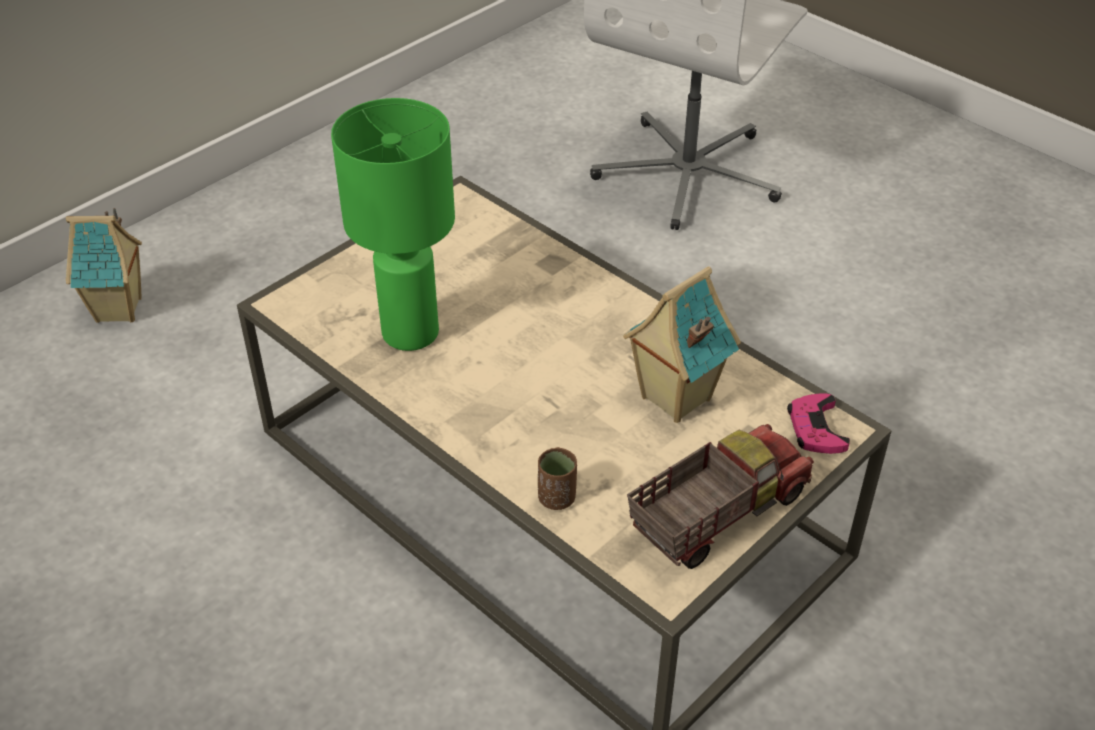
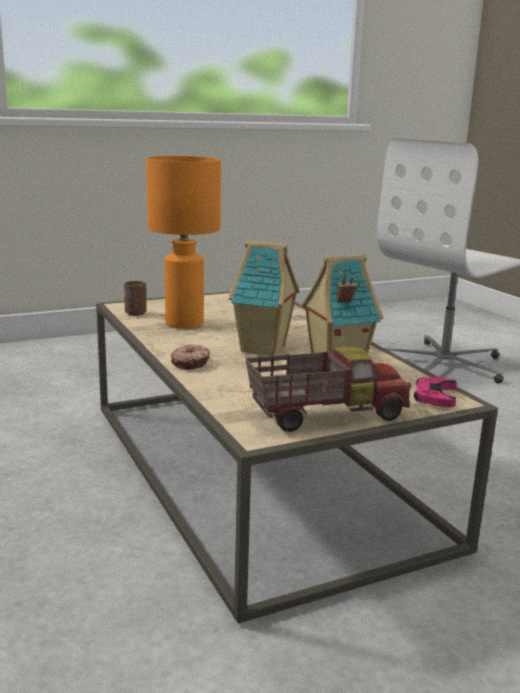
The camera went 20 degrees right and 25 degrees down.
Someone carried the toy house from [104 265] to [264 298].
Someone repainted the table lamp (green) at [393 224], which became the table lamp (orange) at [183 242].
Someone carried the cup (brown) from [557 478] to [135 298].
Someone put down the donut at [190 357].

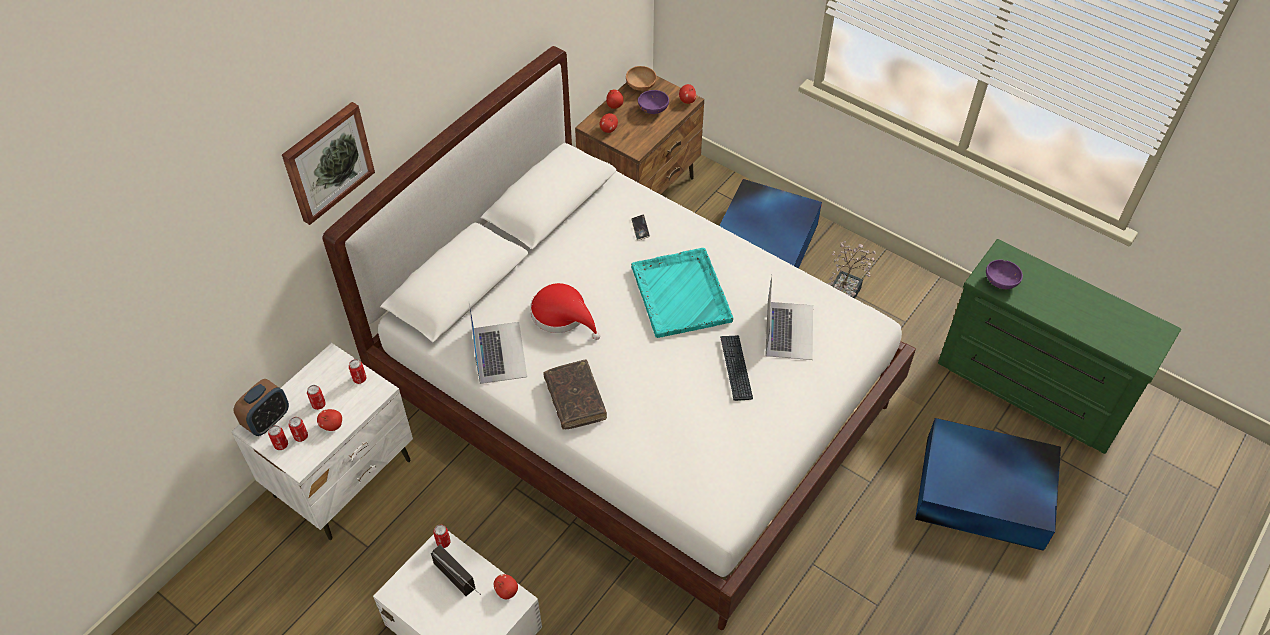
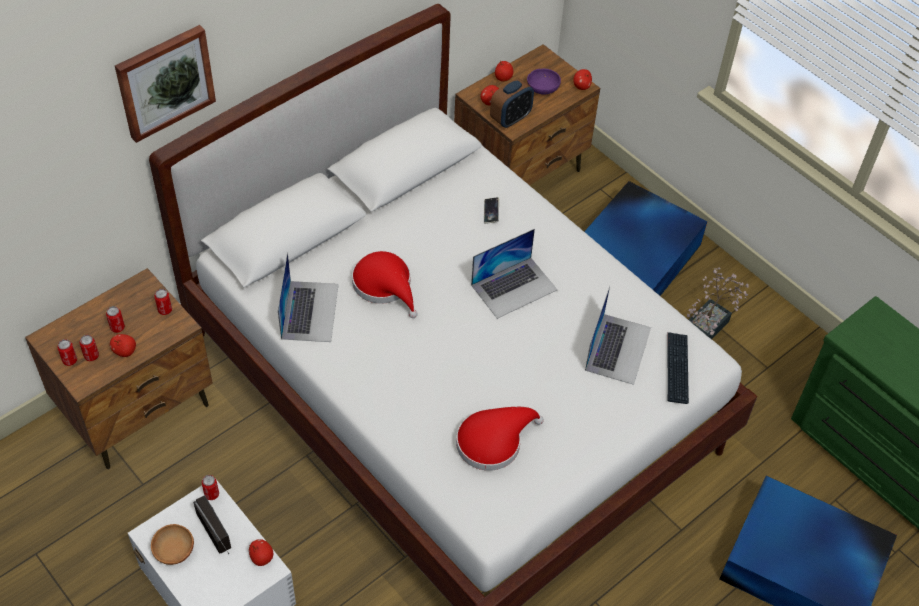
The camera went 10 degrees right and 0 degrees up.
Someone repainted the nightstand (white) at [322 441], which became the nightstand (brown) at [119 368].
Someone carried the alarm clock from [261 407] to [512 103].
Someone took away the book (brown) at [575 395].
Someone carried the bowl (brown) from [641 78] to [172 544].
Someone swapped the tray (turquoise) at [682 293] for the laptop at [514 274].
Someone carried the keyboard from [736 368] to [678 368].
Someone took away the bowl (purple) at [1004 274].
Someone put down the hat (red) at [500 439].

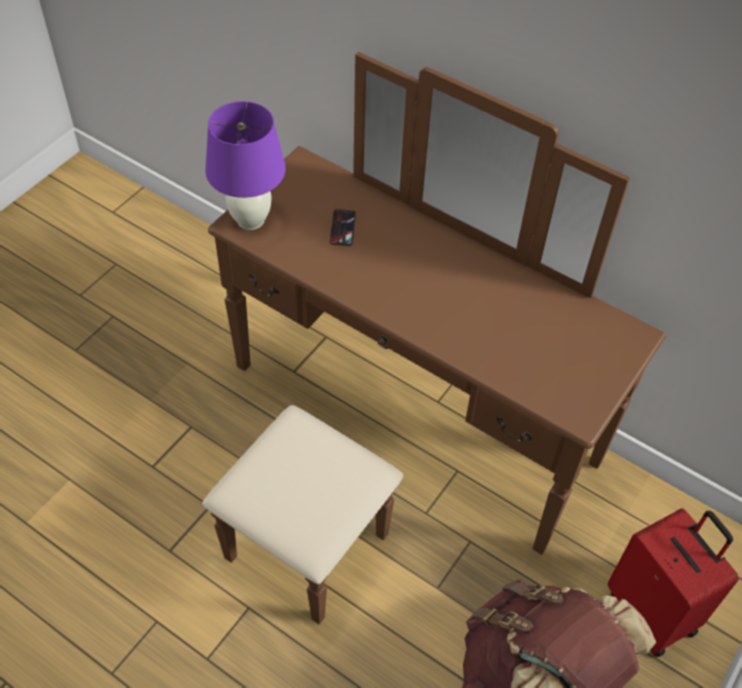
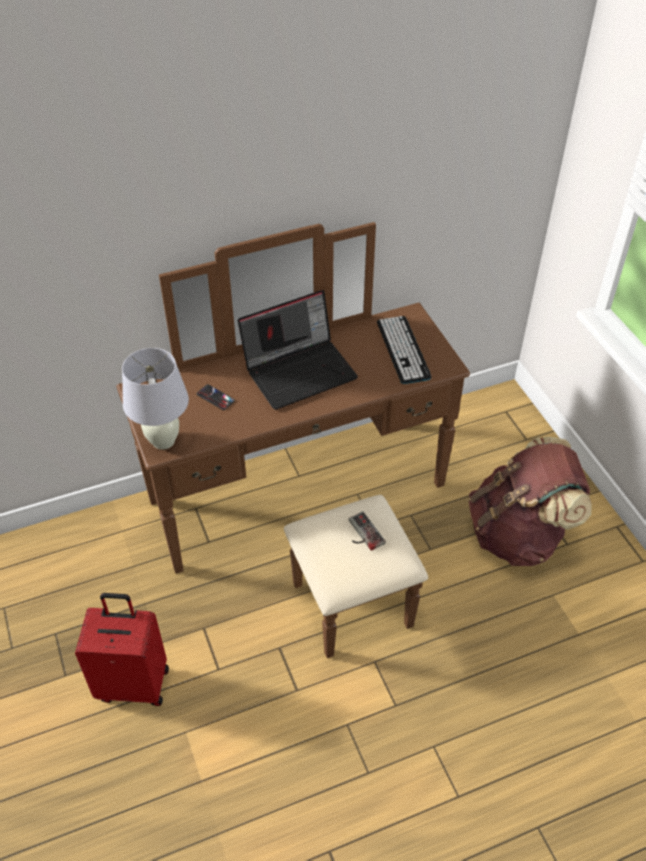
The camera went 55 degrees left and 5 degrees down.
Someone repainted the table lamp (purple) at [245 165], which became the table lamp (white) at [155 399].
Someone carried the suitcase (red) from [673 582] to [122 649].
Someone put down the laptop at [298 350].
Someone put down the game controller at [367 531].
Someone put down the keyboard at [404 350].

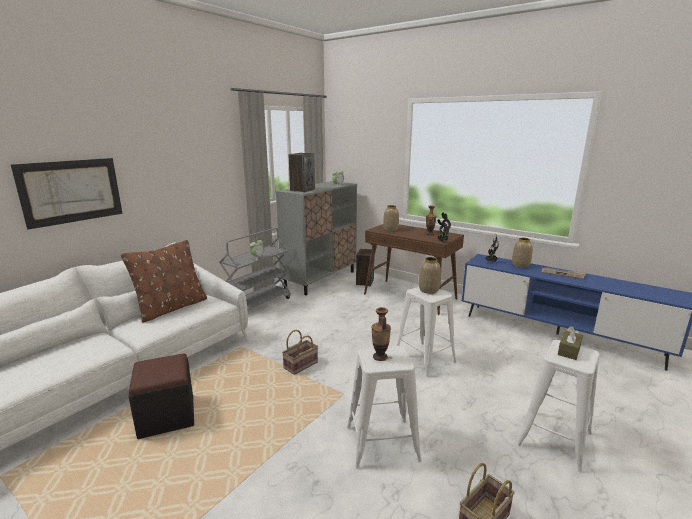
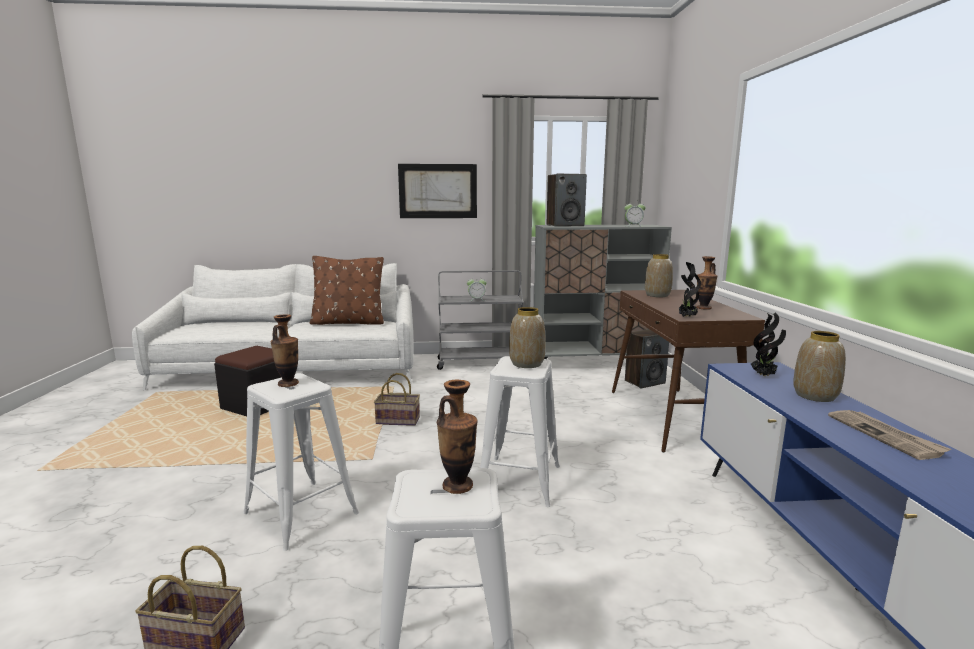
The camera went 50 degrees right and 5 degrees down.
Someone carried the picture from [67 194] to [437 191].
Someone swapped the tissue box (brown) at [570 343] for the vase at [457 437].

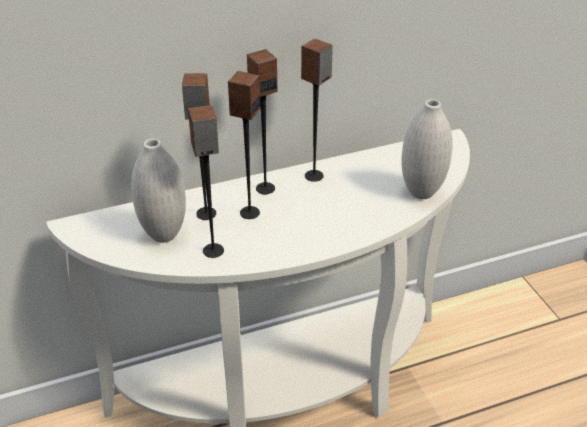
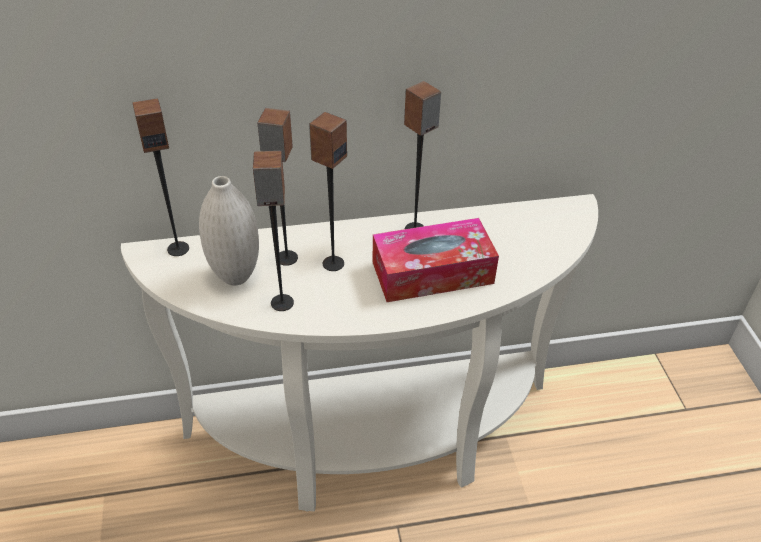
The camera went 10 degrees right and 5 degrees up.
Someone carried the speaker from [262 121] to [161 177].
Someone took away the vase (white) at [427 149].
Someone put down the tissue box at [436 260].

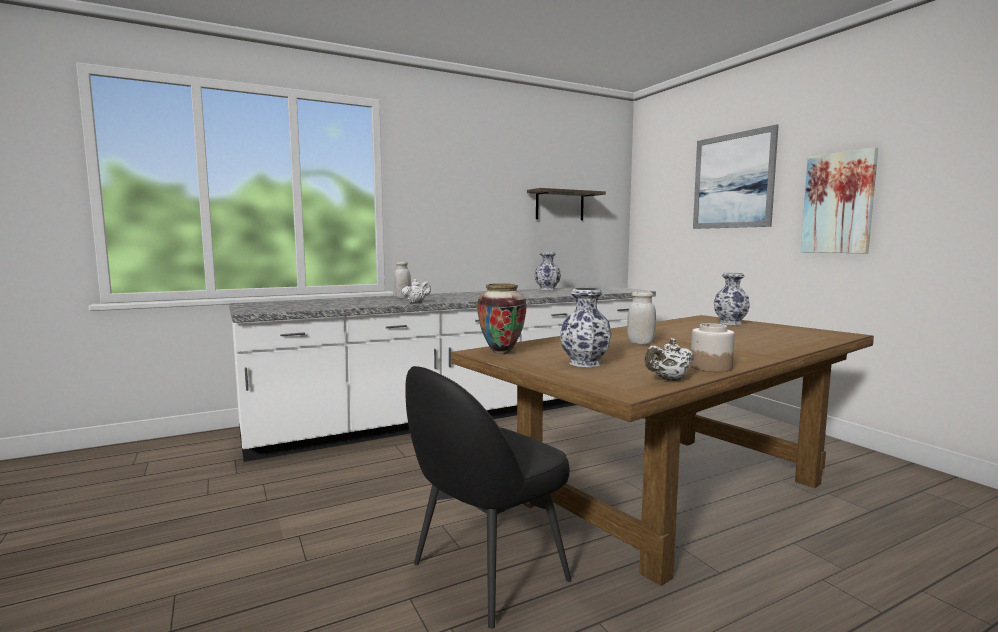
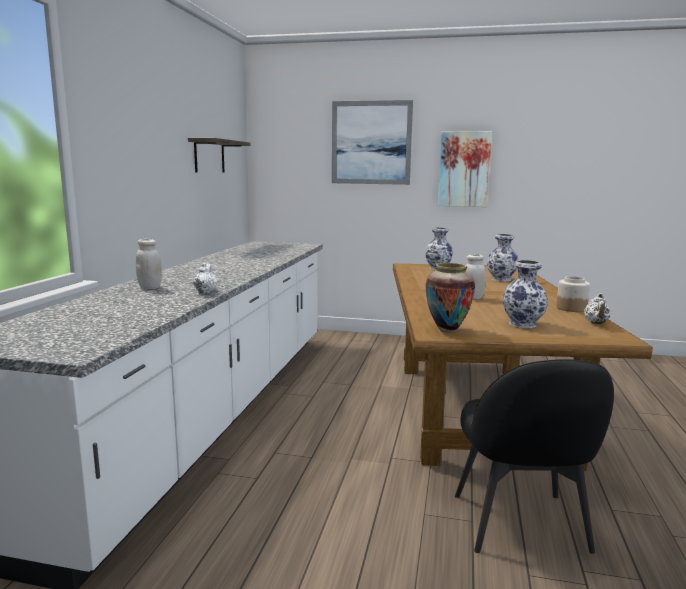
The camera went 50 degrees left and 5 degrees up.
Someone carried the vase from [548 271] to [503 258].

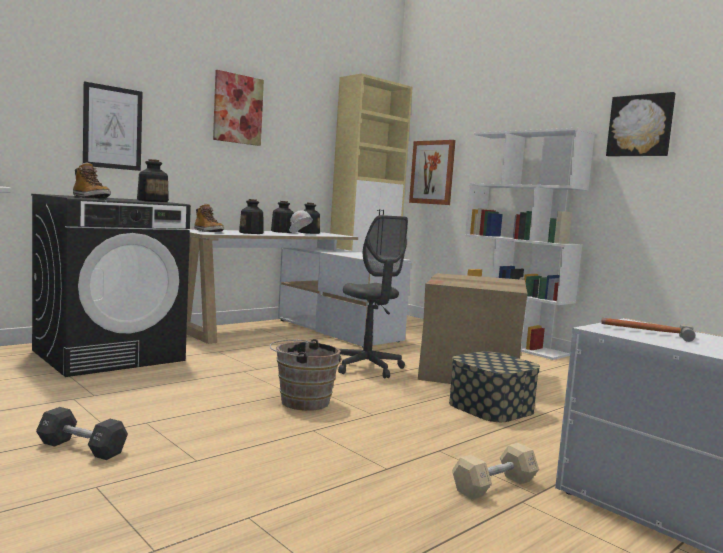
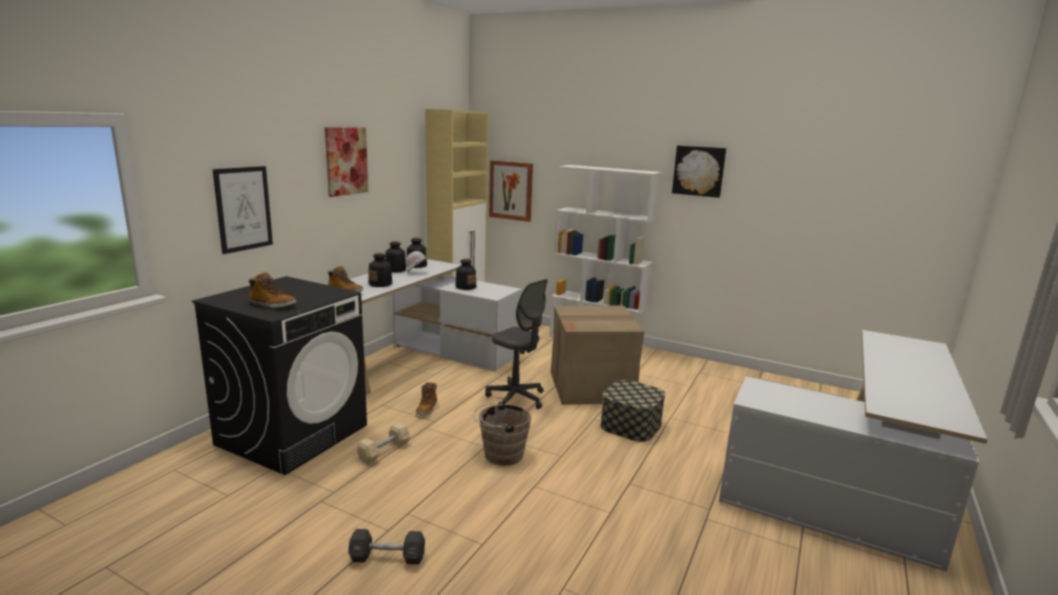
The camera went 20 degrees left and 10 degrees up.
Someone carried the bottle from [153 180] to [465 274].
Someone carried the dumbbell (beige) from [495 471] to [383 443].
Someone took away the hammer at [648 330].
Someone put down the boot at [426 399].

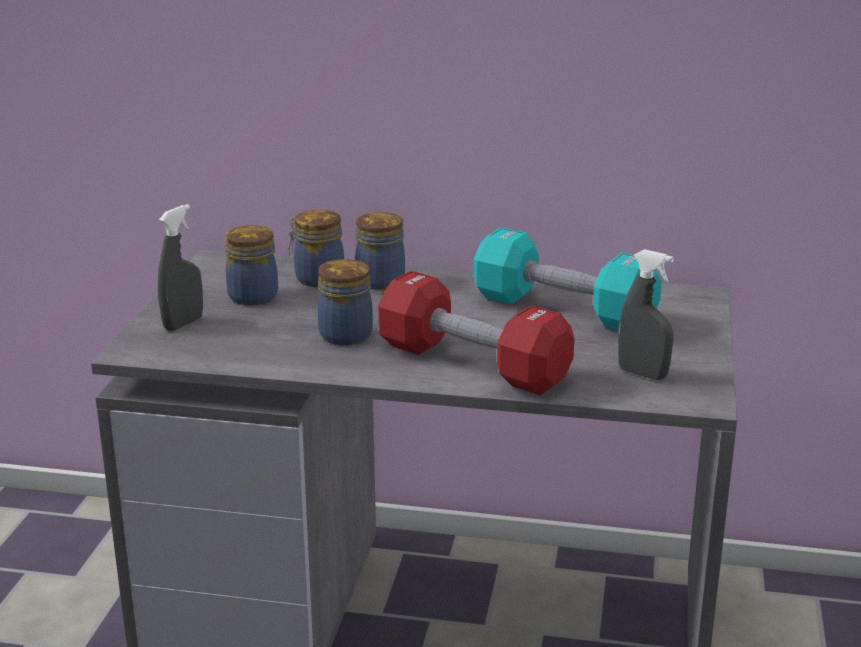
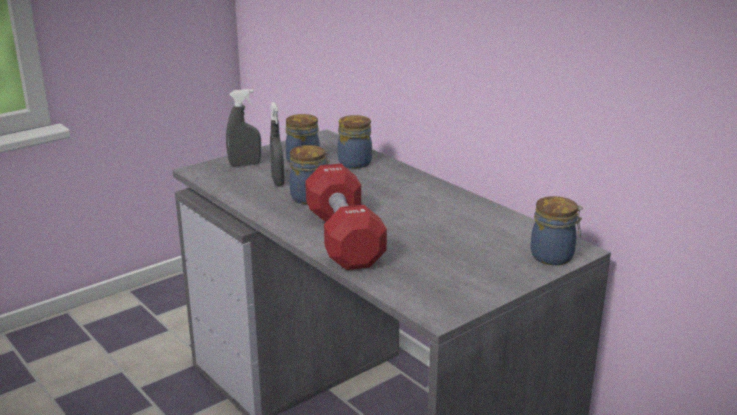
The camera went 40 degrees right and 0 degrees up.
Someone carried the jar from [380 251] to [556 230].
Someone took away the dumbbell (turquoise) at [567 278].
Someone carried the spray bottle (grey) from [646 314] to [277 144].

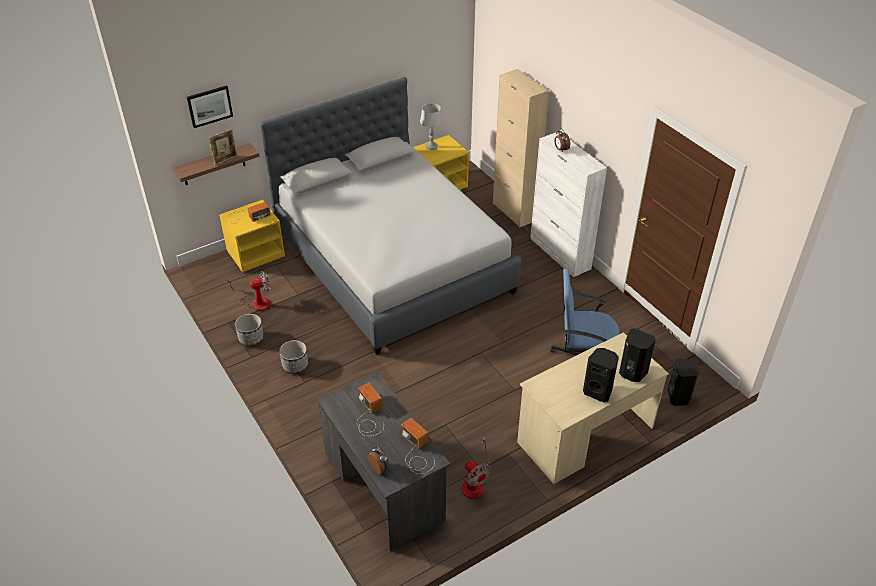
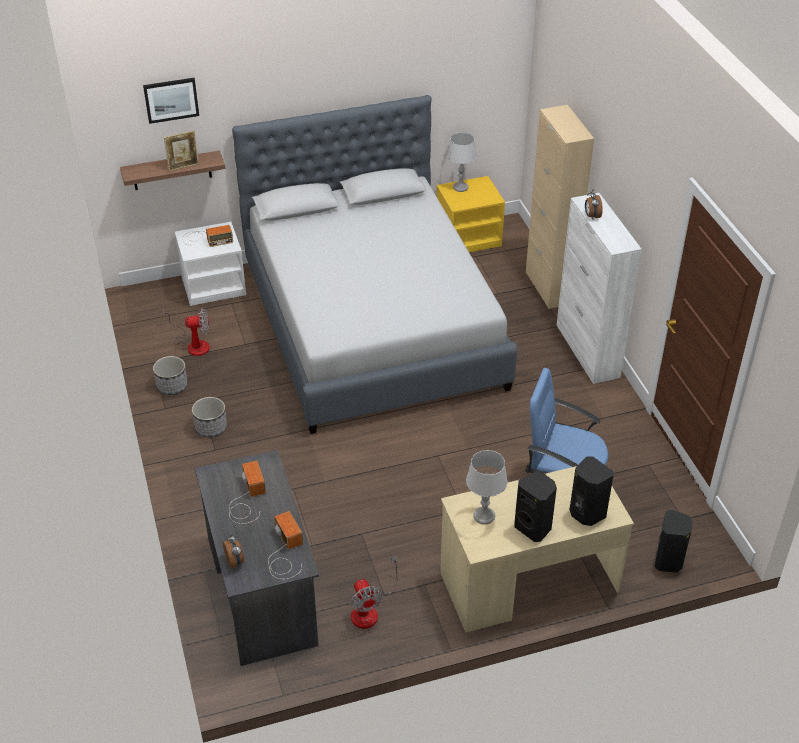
The camera went 15 degrees right and 0 degrees up.
Someone repainted the nightstand (yellow) at [252 236], which became the nightstand (white) at [210 264].
Someone put down the table lamp (grey) at [487 487].

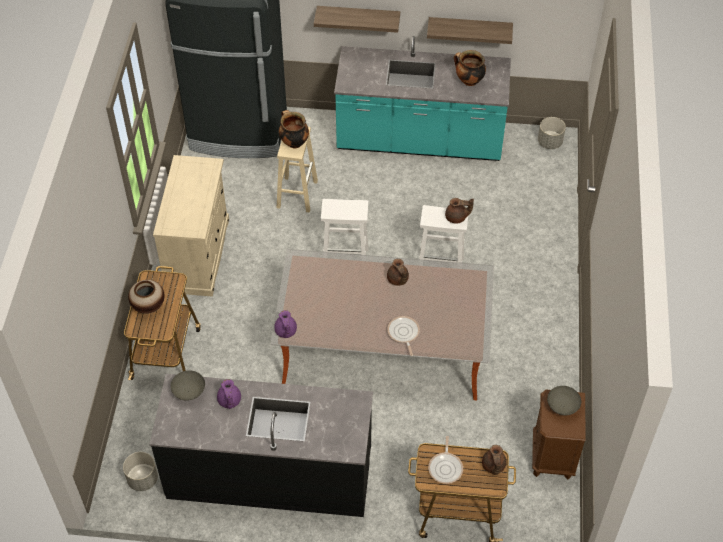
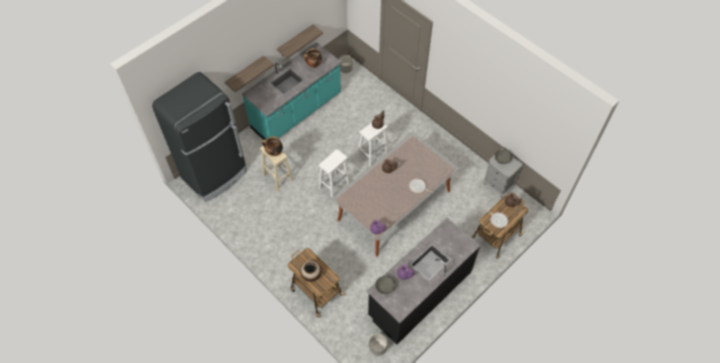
The camera went 50 degrees left and 5 degrees up.
Someone took away the cabinet (beige) at [191 225].
Someone repainted the nightstand (brown) at [559 435], which became the nightstand (grey) at [503 173].

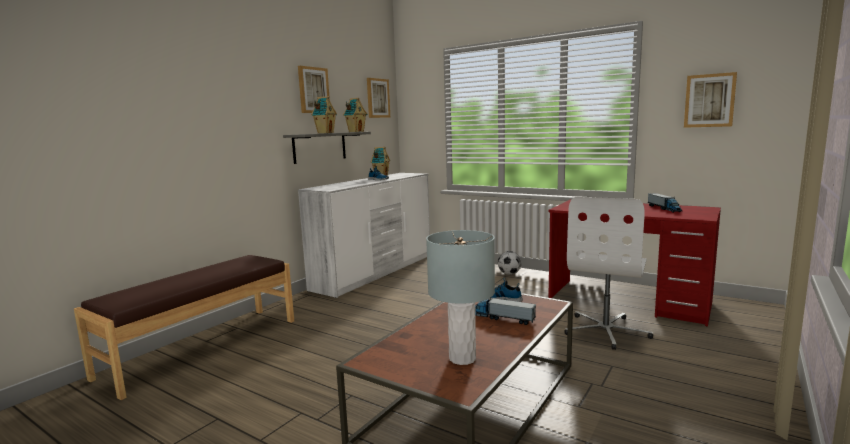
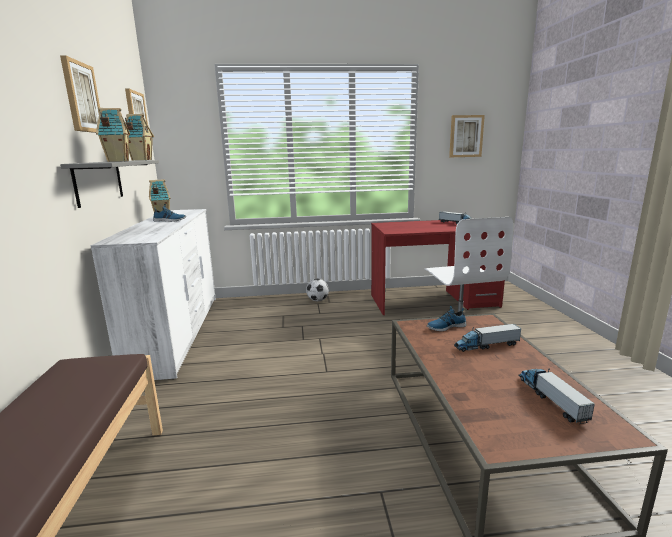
The camera went 40 degrees left and 5 degrees up.
Someone swapped the table lamp (grey) at [460 297] for the toy truck at [556 396].

